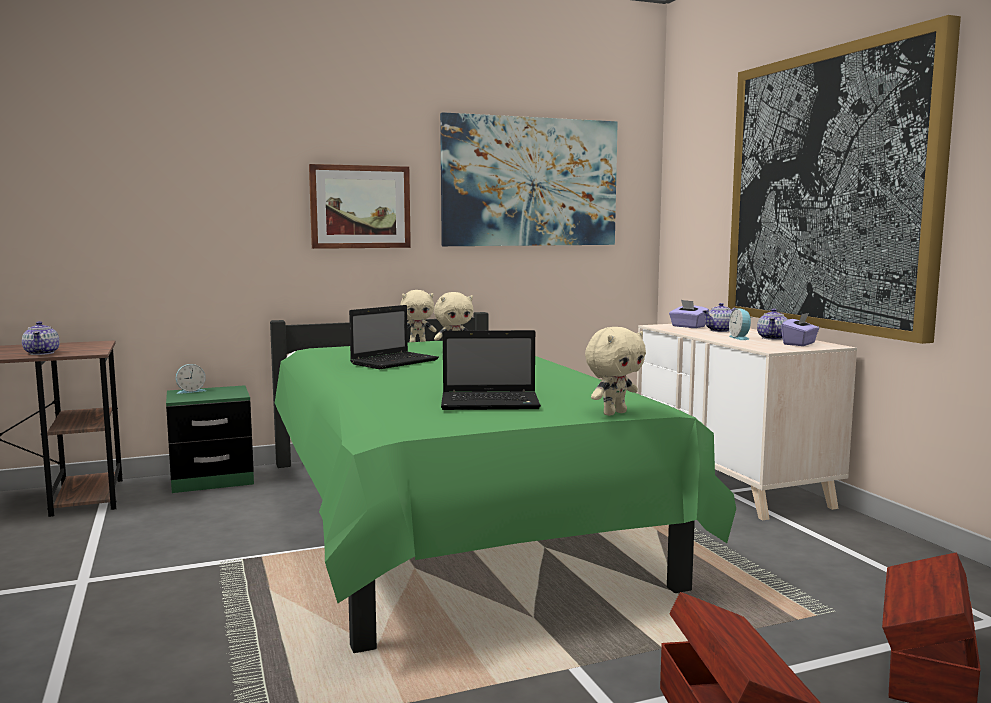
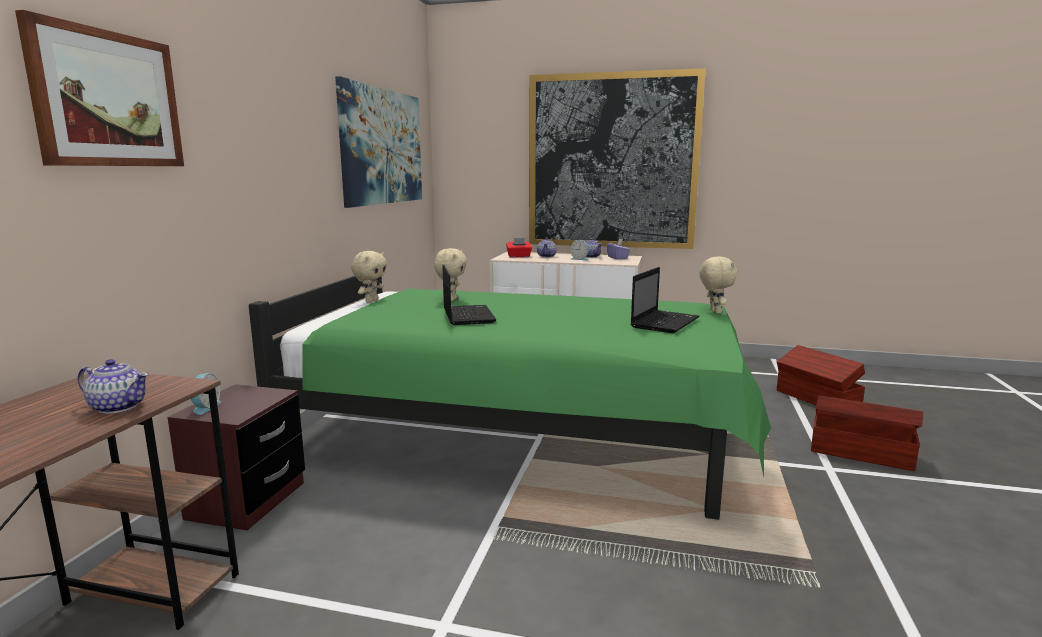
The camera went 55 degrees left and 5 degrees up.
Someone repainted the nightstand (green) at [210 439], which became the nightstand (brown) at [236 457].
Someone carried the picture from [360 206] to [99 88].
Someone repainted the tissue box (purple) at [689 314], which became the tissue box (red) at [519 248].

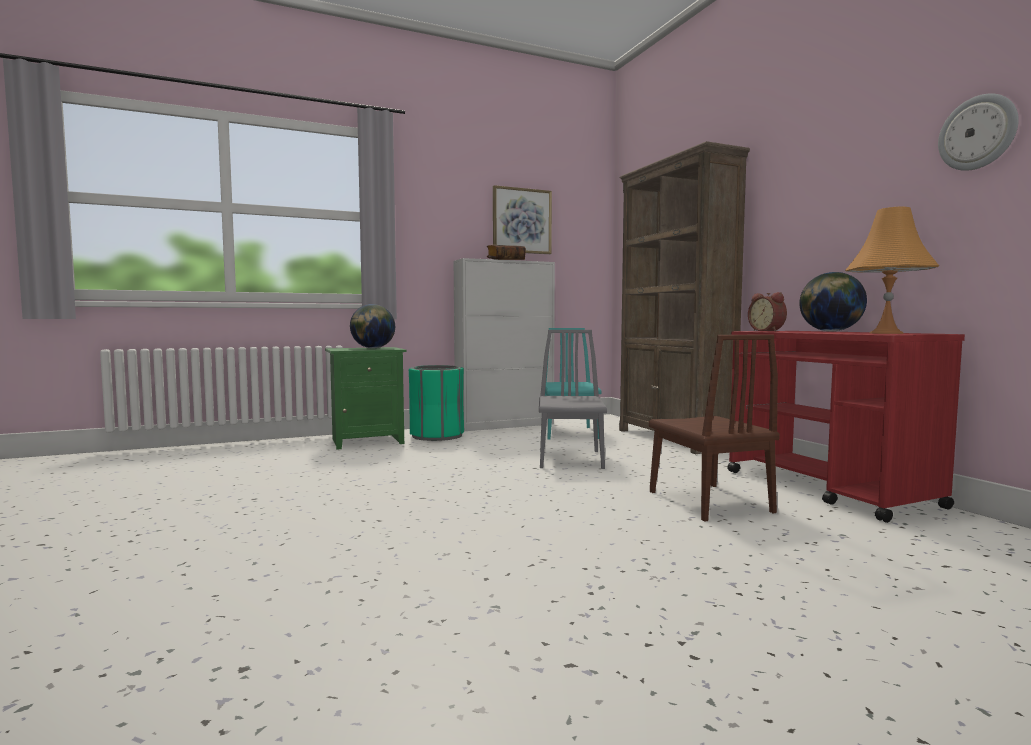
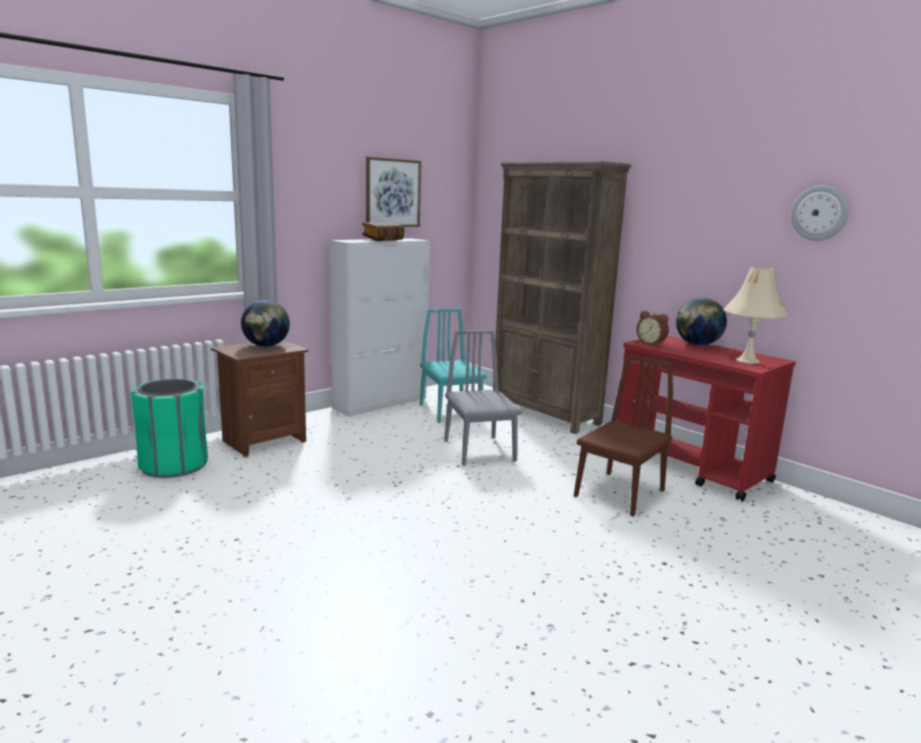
The camera went 20 degrees left and 10 degrees up.
Someone repainted the nightstand (green) at [365 398], which became the nightstand (brown) at [259 398].
Someone carried the trash can (green) from [436 403] to [169 428].
Someone rotated the chair (brown) at [714 428] by 105 degrees counterclockwise.
Someone repainted the table lamp (orange) at [892 270], which became the table lamp (beige) at [756 315].

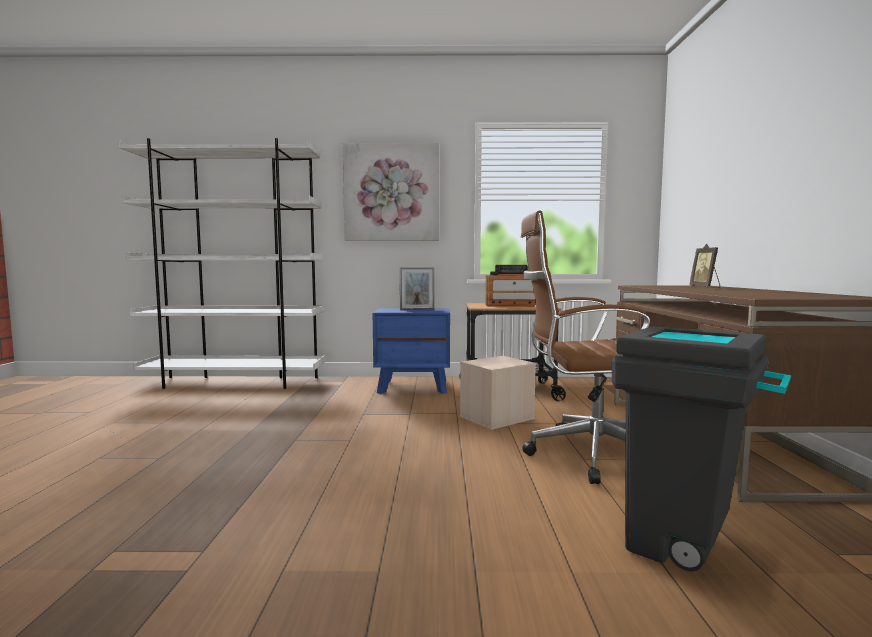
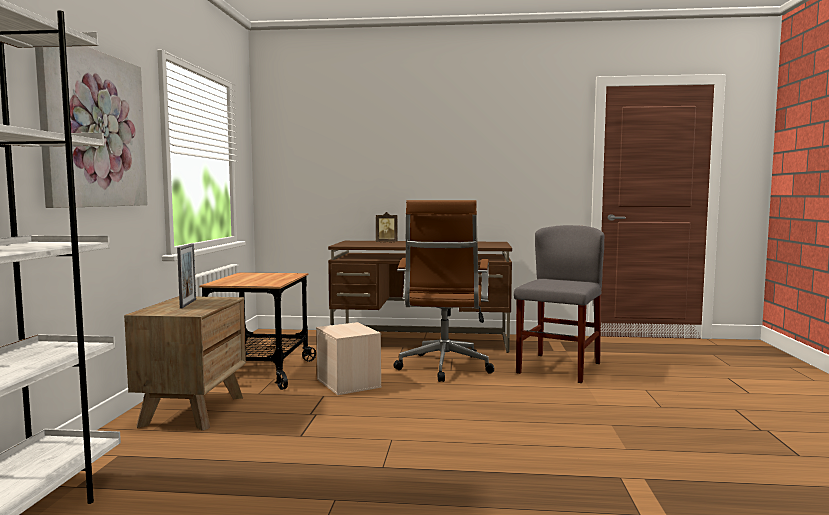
The camera went 85 degrees left and 0 degrees up.
Someone repainted the nightstand (blue) at [411 351], which became the nightstand (brown) at [185 363].
Someone took away the radio at [511 286].
Someone swapped the trash can (grey) at [702 448] for the chair (grey) at [559 304].

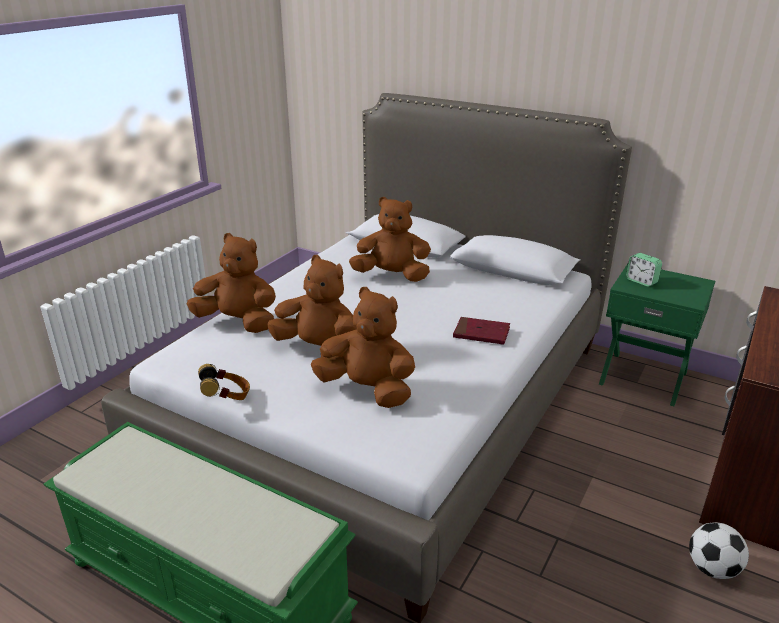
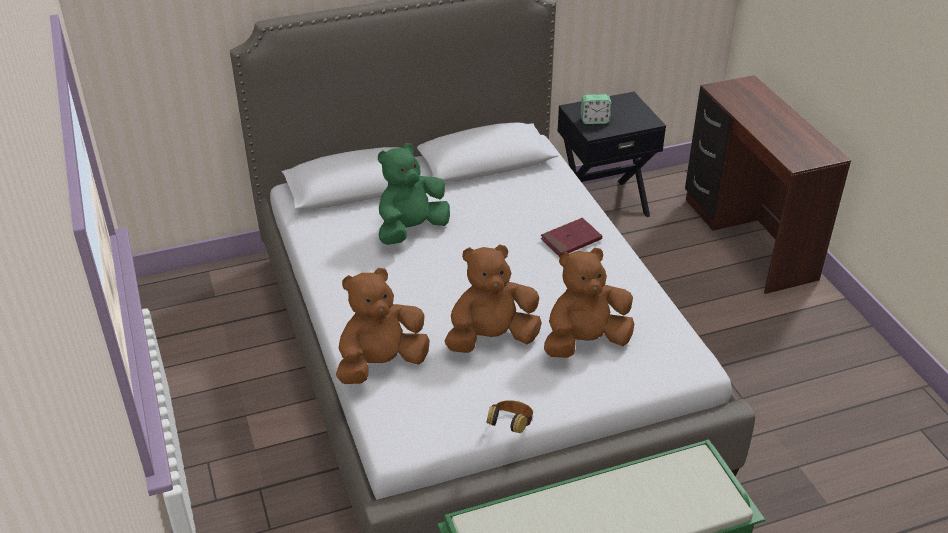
The camera went 50 degrees left and 10 degrees up.
Someone repainted the plush toy (brown) at [390 239], which became the plush toy (green) at [414 194].
Someone repainted the nightstand (green) at [657 335], which became the nightstand (black) at [611 154].
Someone took away the football at [719 551].

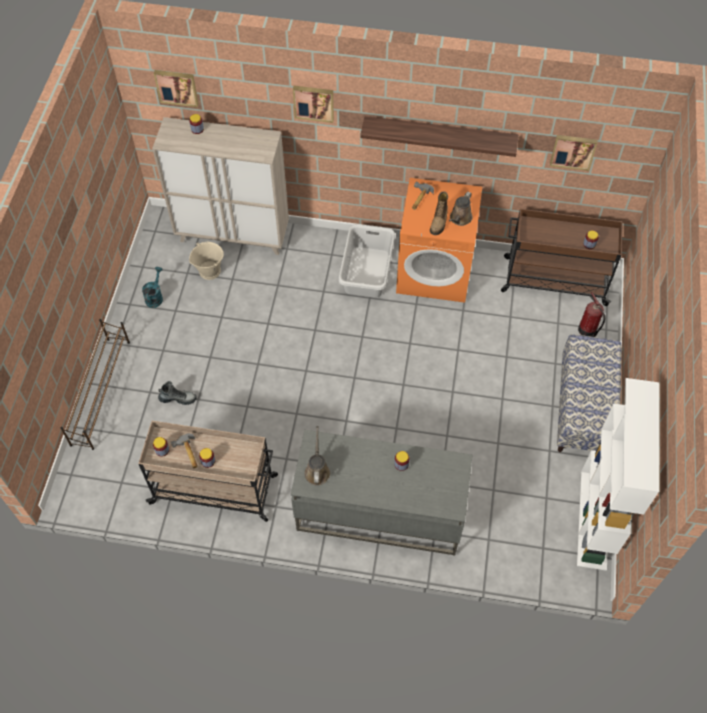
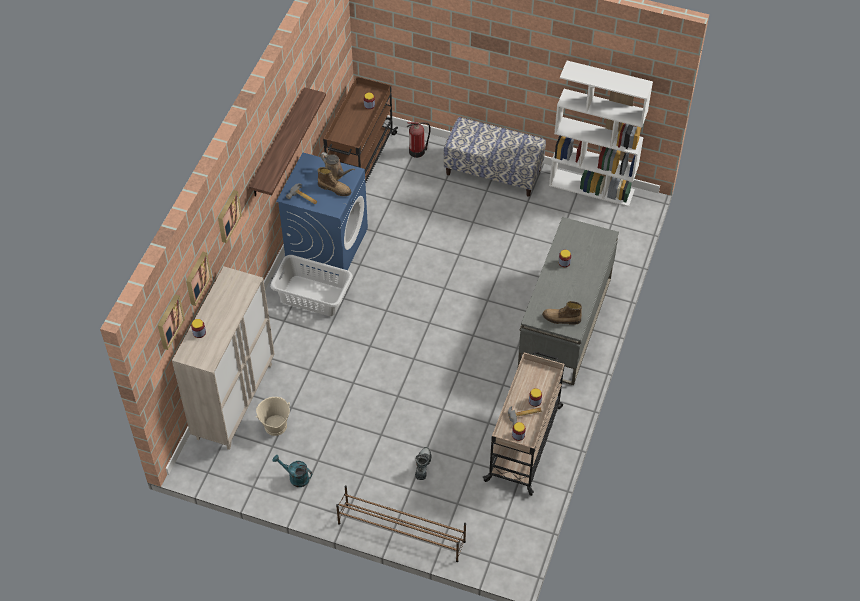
The camera went 80 degrees left and 5 degrees down.
Someone swapped the watering can (brown) at [317 456] for the boot at [562 313].
Someone repainted the washing machine (orange) at [439 240], which became the washing machine (blue) at [322 214].
Someone carried the picture from [573 153] to [199 279].

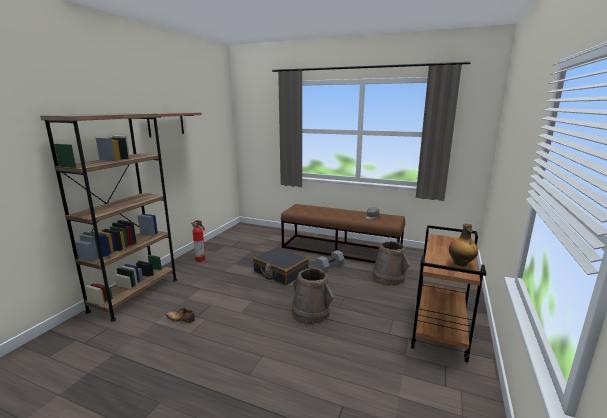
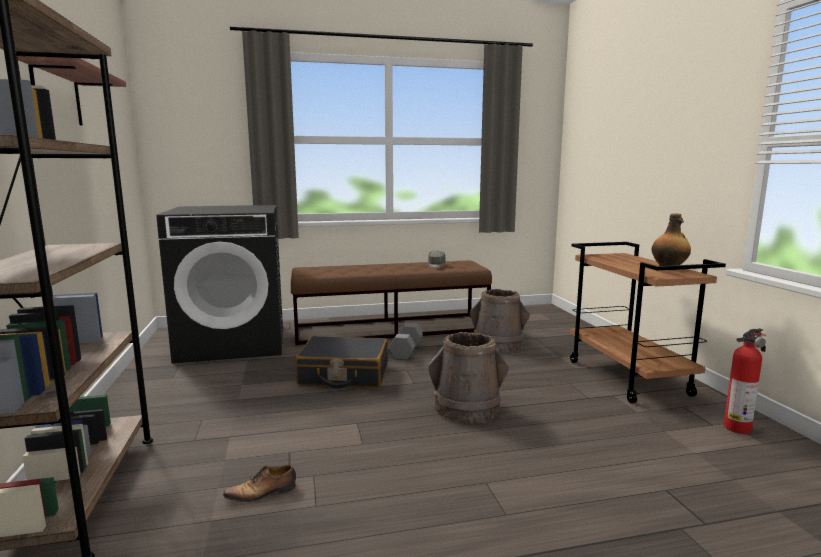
The camera went 35 degrees left and 5 degrees down.
Someone carried the fire extinguisher from [198 241] to [744 381].
Someone put down the washing machine (black) at [219 284].

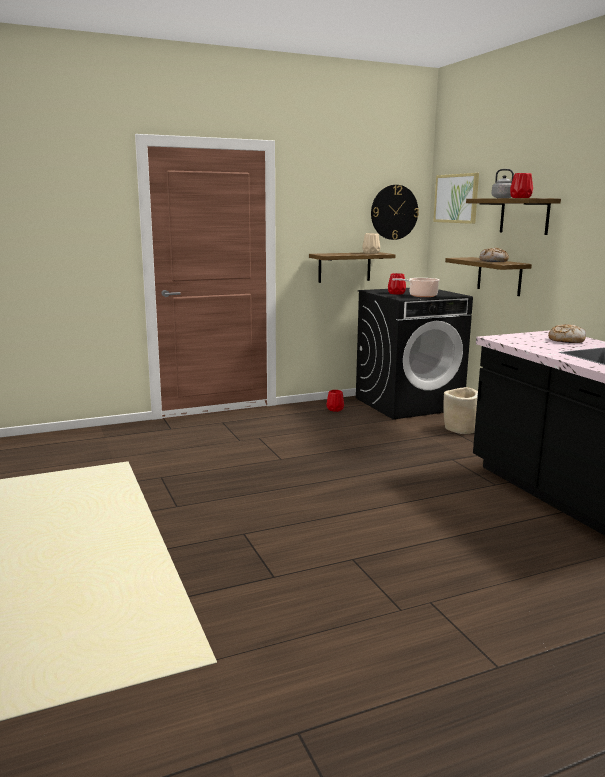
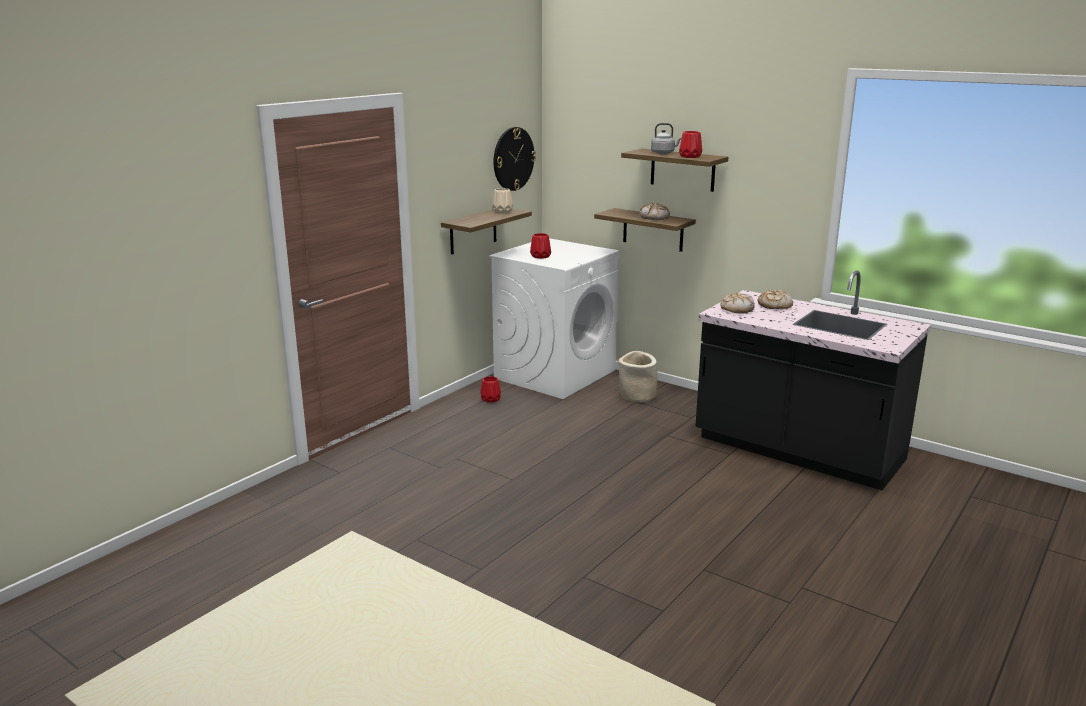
The camera went 30 degrees left and 5 degrees up.
Someone repainted the washing machine (black) at [414 353], which became the washing machine (white) at [554 318].
Someone took away the cooking pot at [416 287].
Someone took away the picture at [456 198].
Someone put down the bread at [737 303].

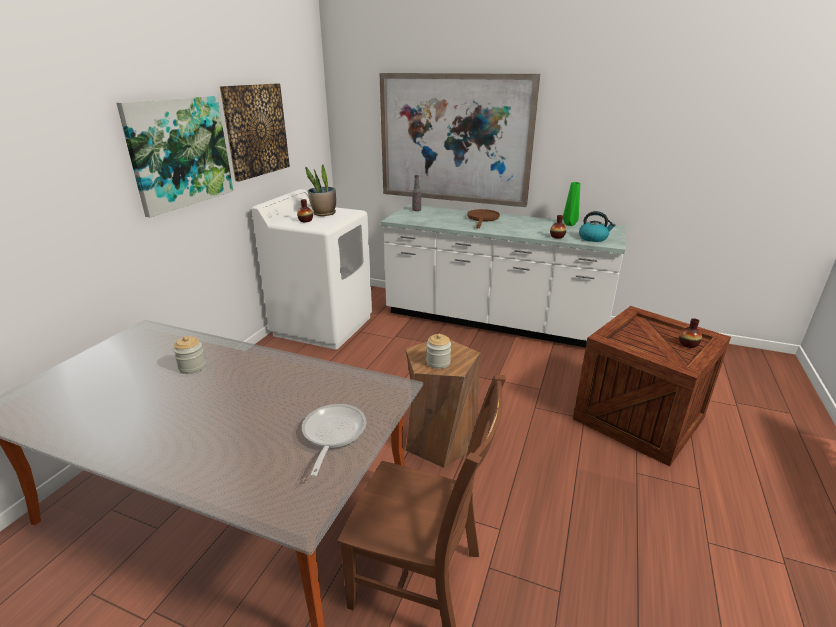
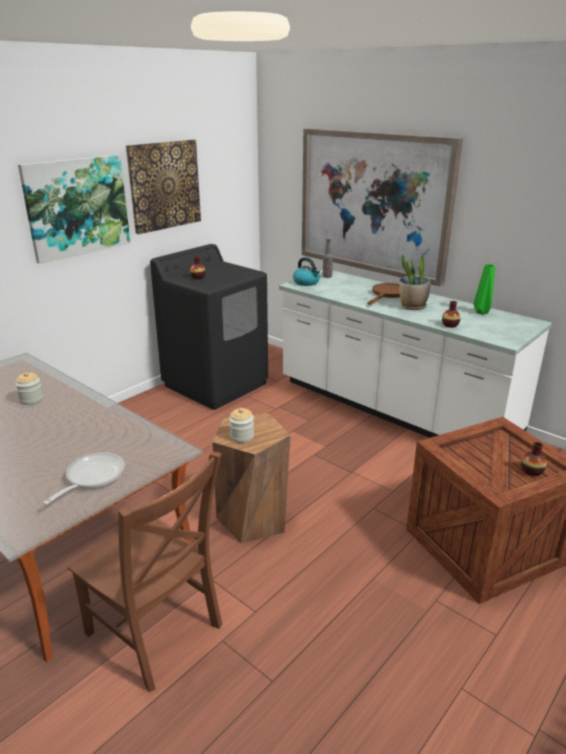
The camera went 20 degrees right and 0 degrees up.
Someone repainted the washing machine (white) at [312 269], which became the washing machine (black) at [209 327].
Someone carried the potted plant from [320 190] to [415 282].
Someone carried the kettle from [597 226] to [306 271].

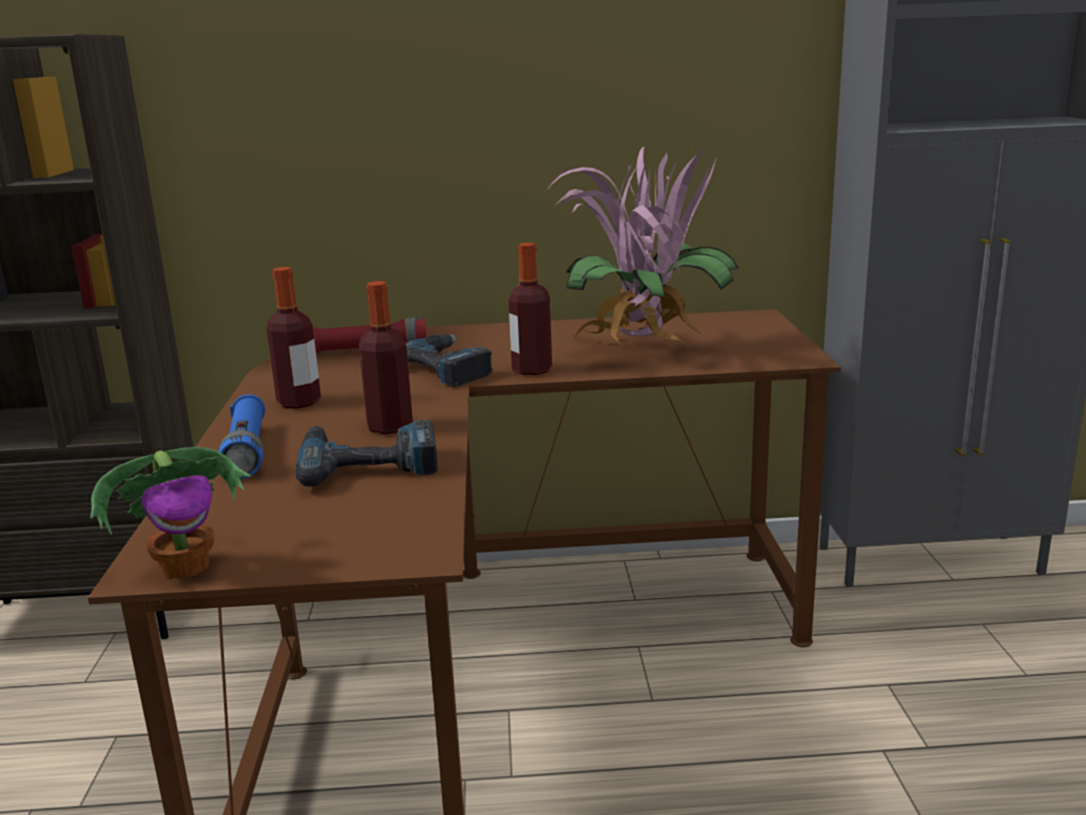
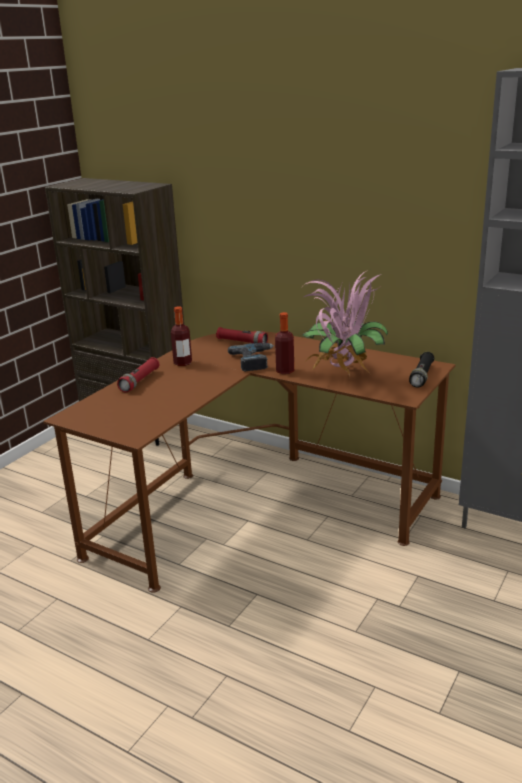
The camera went 35 degrees right and 5 degrees up.
Someone took away the potted plant at [170 513].
Someone repainted the flashlight (blue) at [242 436], which became the flashlight (red) at [138 374].
Someone took away the power drill at [366 453].
Someone took away the bottle at [386 357].
Someone put down the flashlight (black) at [421 369].

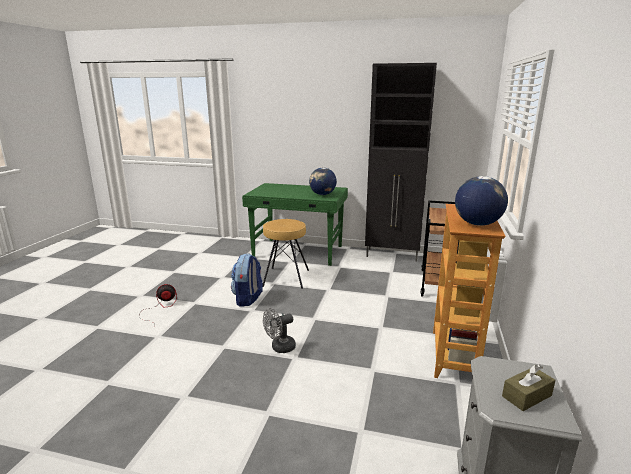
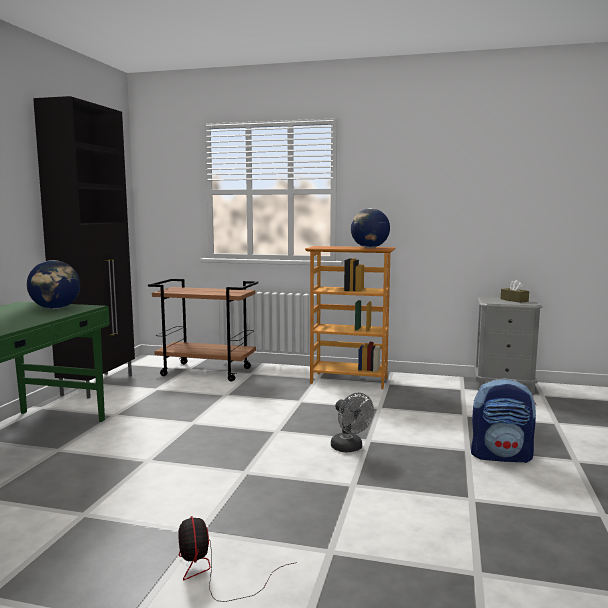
The camera went 90 degrees left and 10 degrees down.
Someone carried the backpack from [247 280] to [503 420].
Someone took away the stool (brown) at [286 254].

